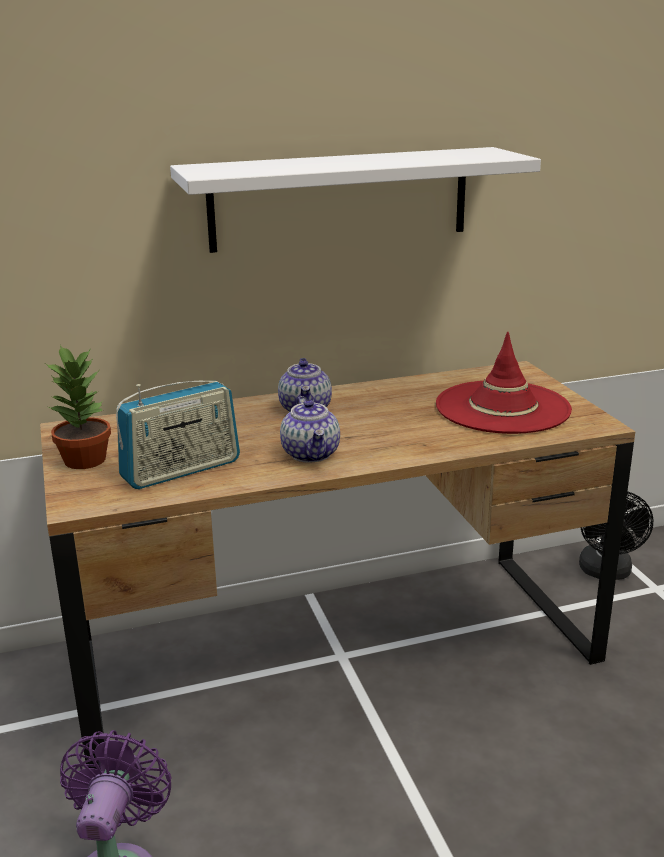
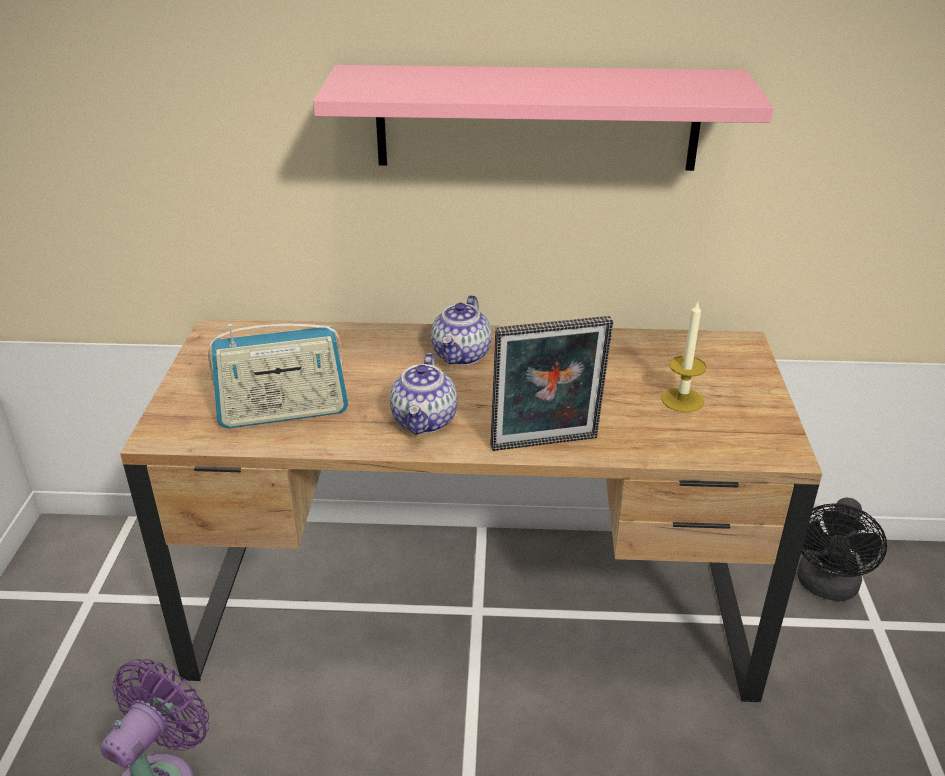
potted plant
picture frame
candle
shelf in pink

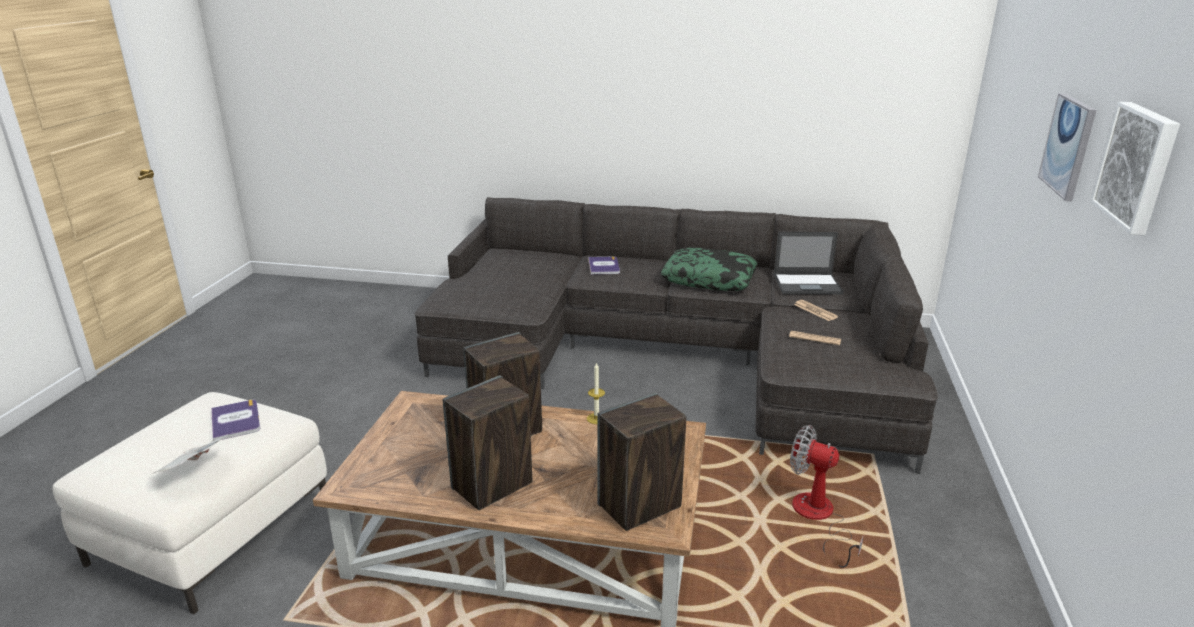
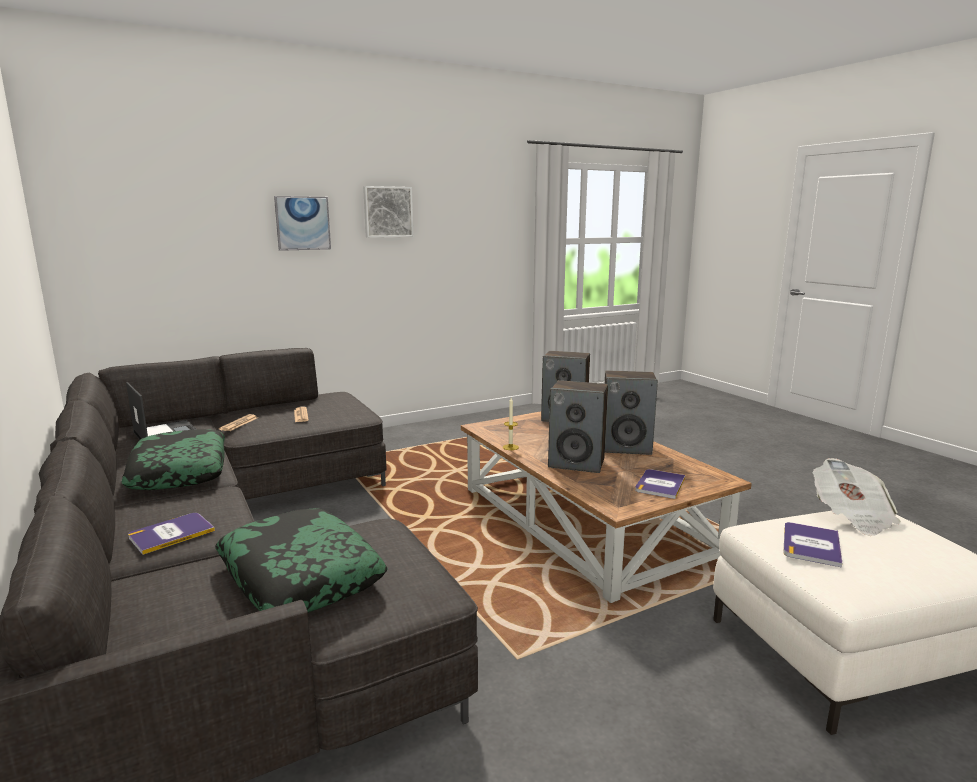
fan
pillow (2nd from left)
book (2nd from left)

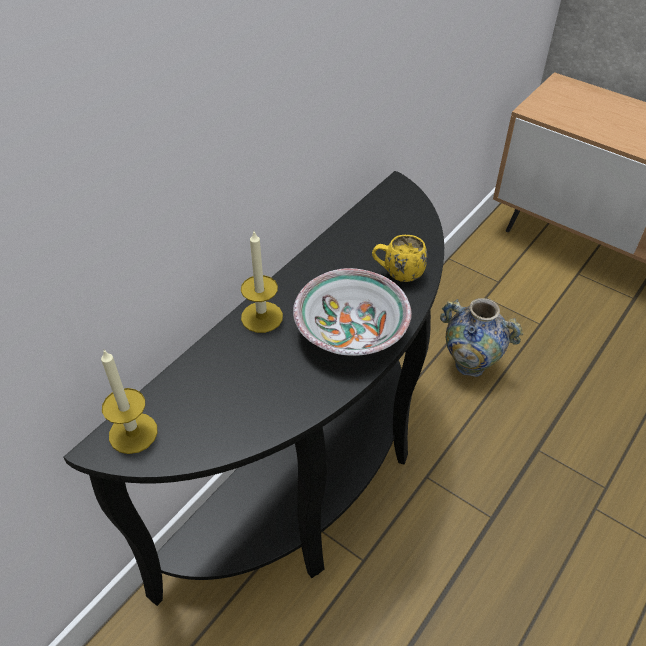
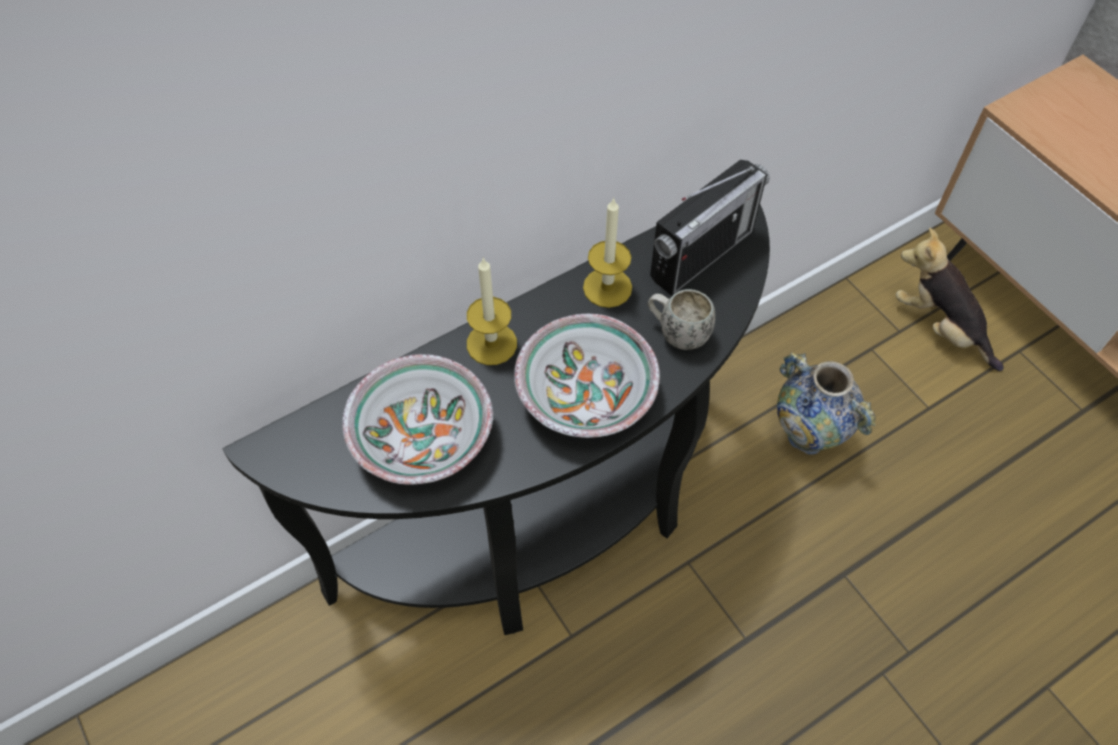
bowl (1st from left)
radio
plush toy
candle (2nd from left)
mug in white

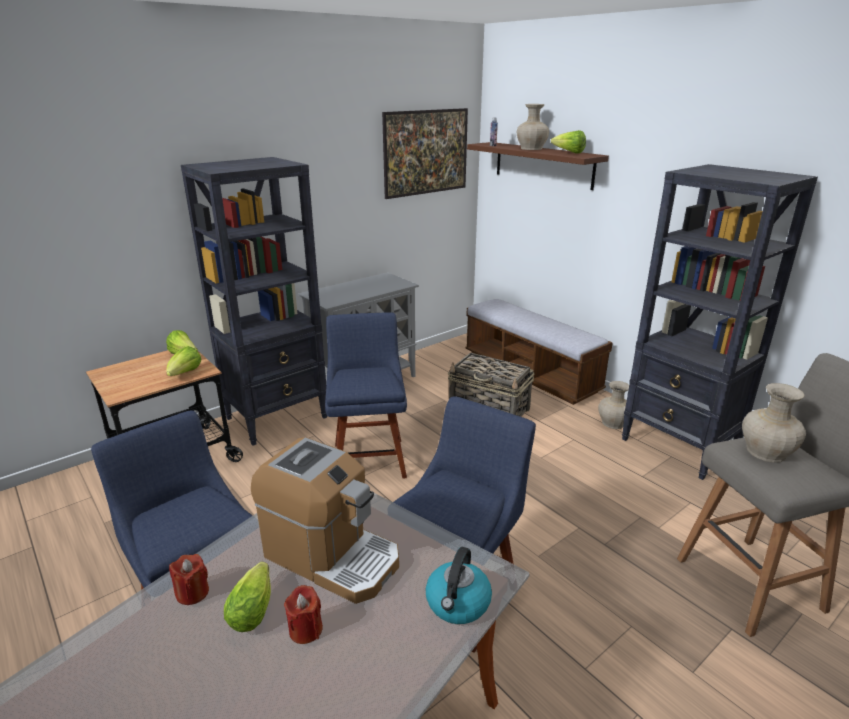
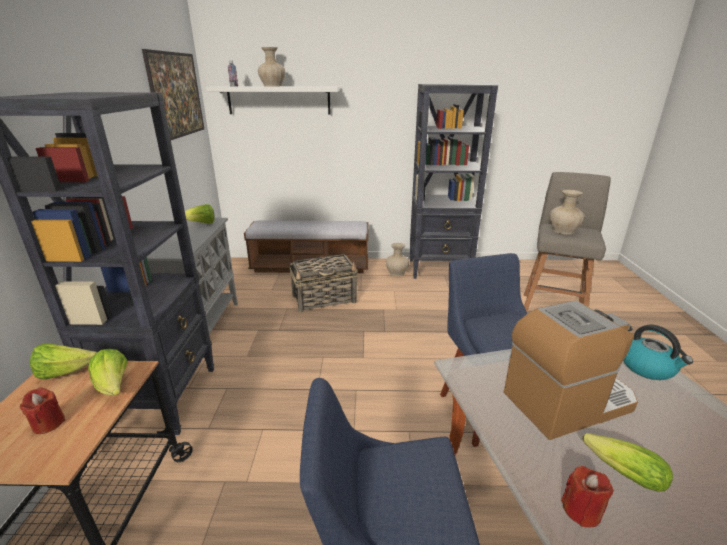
chair in blue (2nd from left in the first image)
candle in red (1st from left)
lettuce (3rd from left)
shelf in white

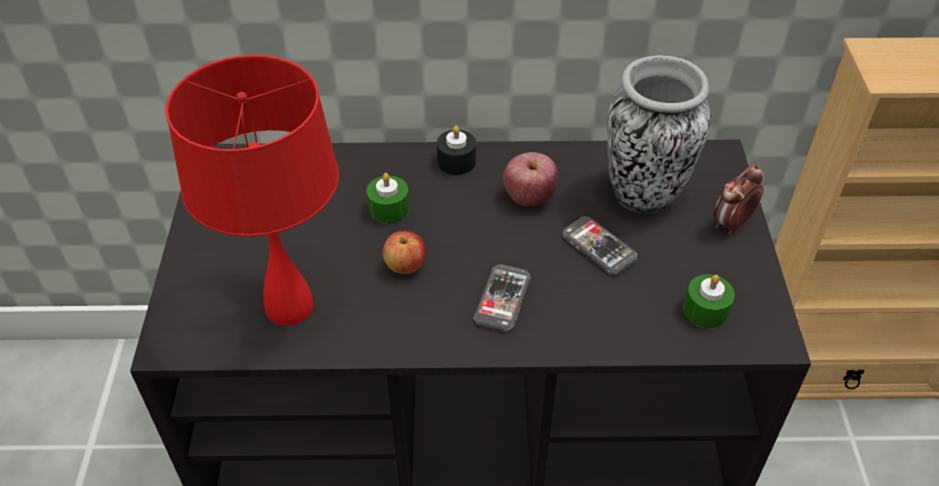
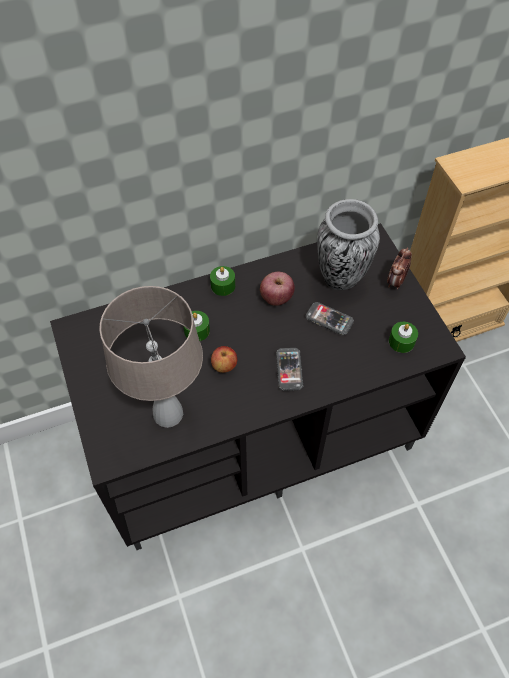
table lamp in beige
candle in green (2nd from left)

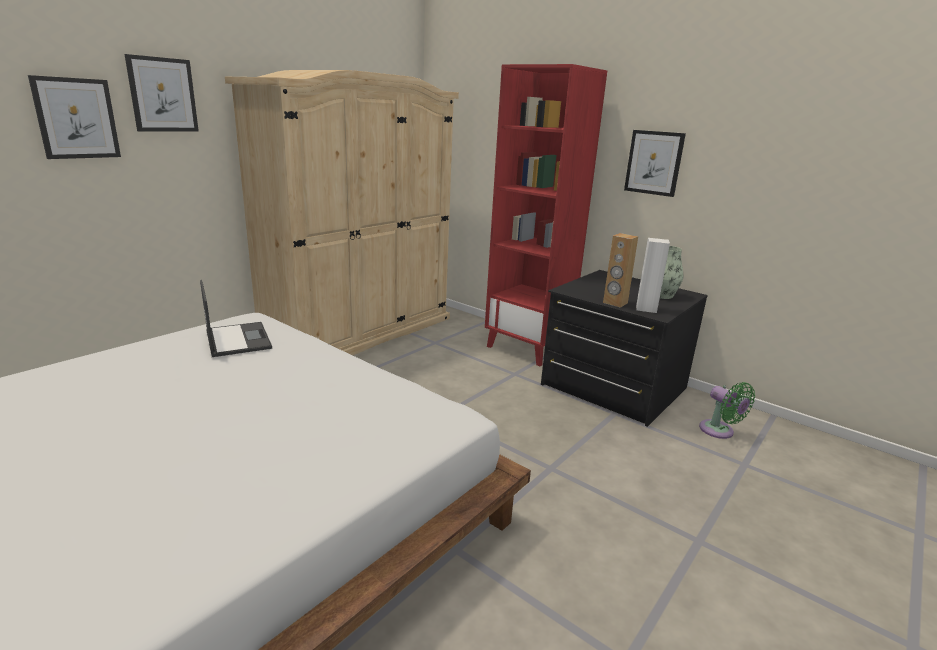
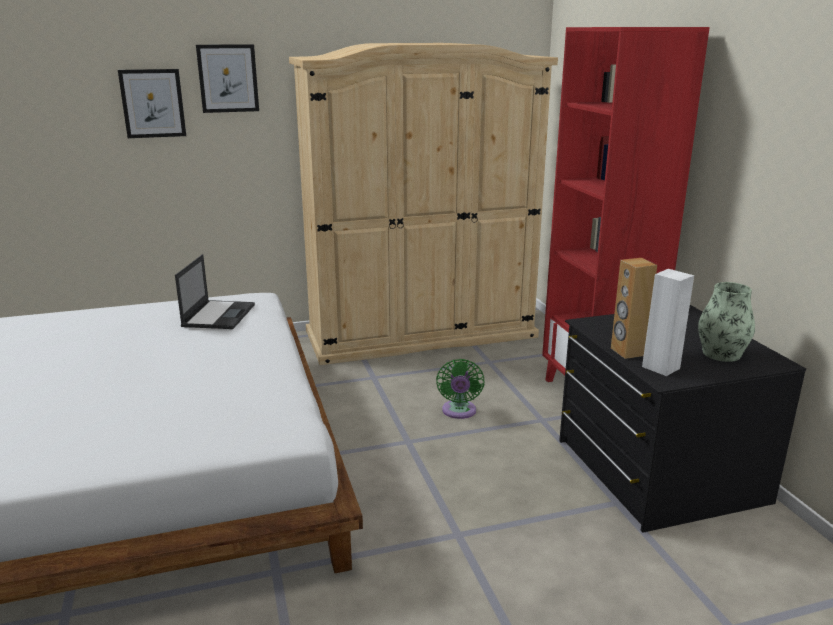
picture (3rd from left in the first image)
fan in green

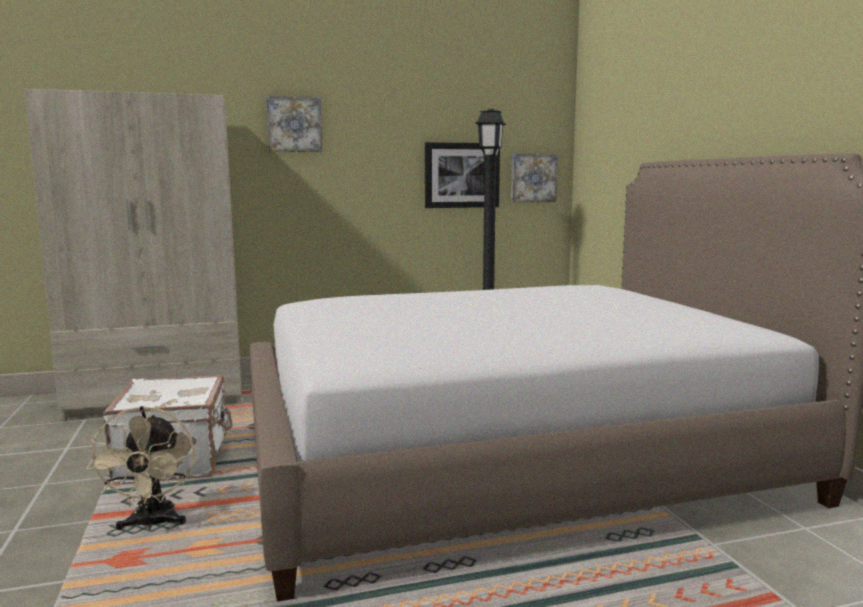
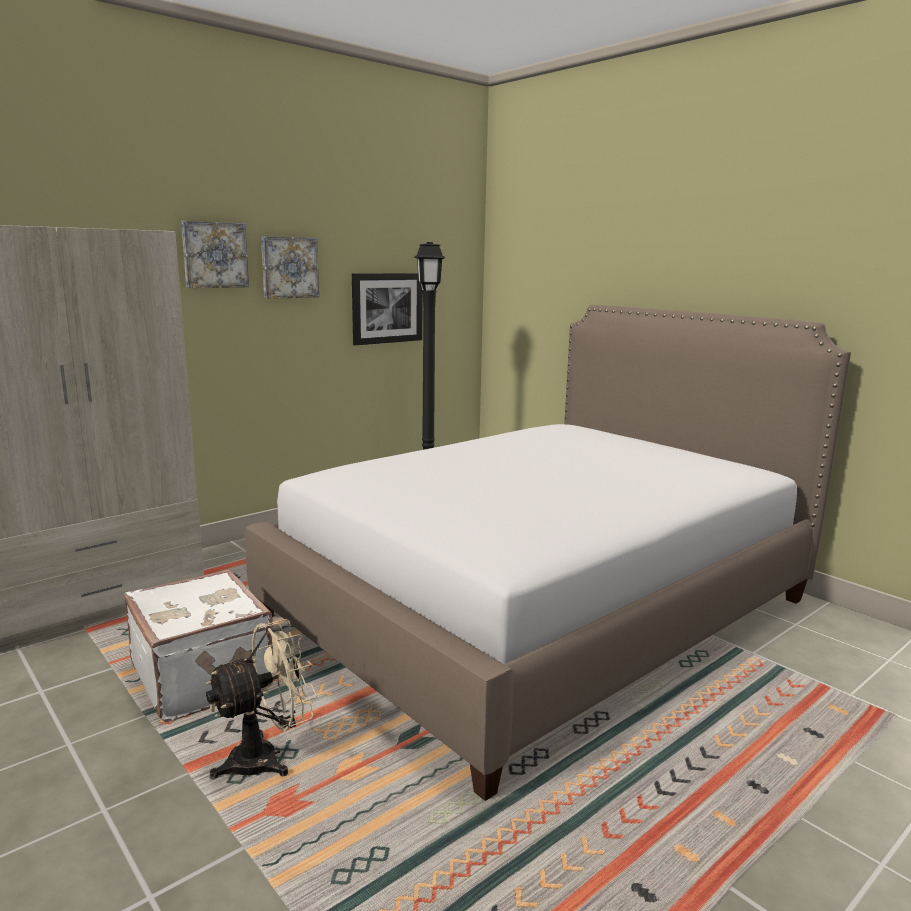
picture (2nd from left)
fan in beige

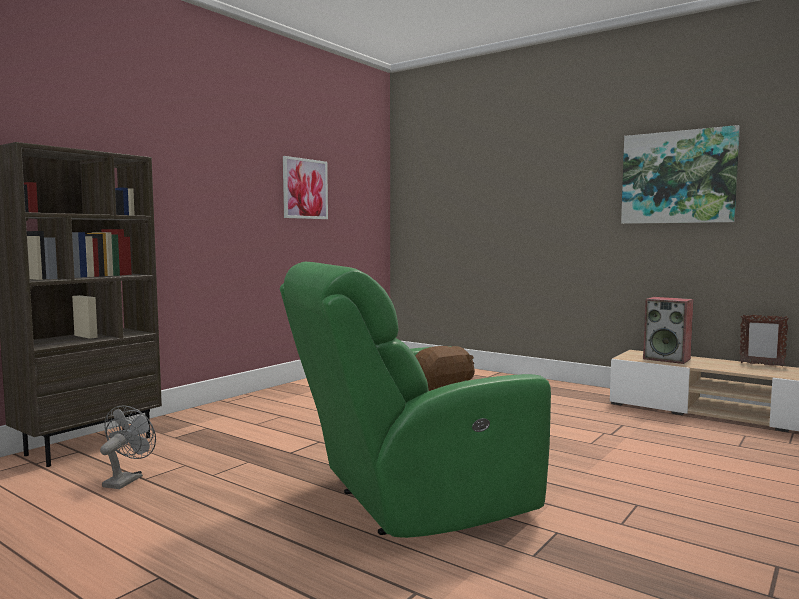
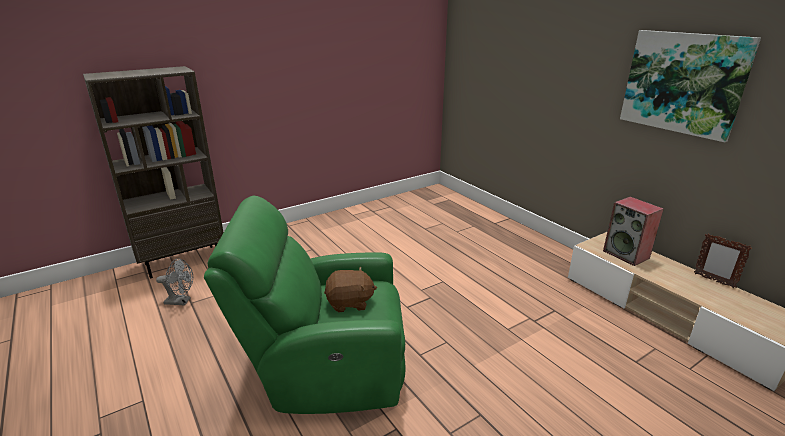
picture (1st from left in the first image)
fan in grey

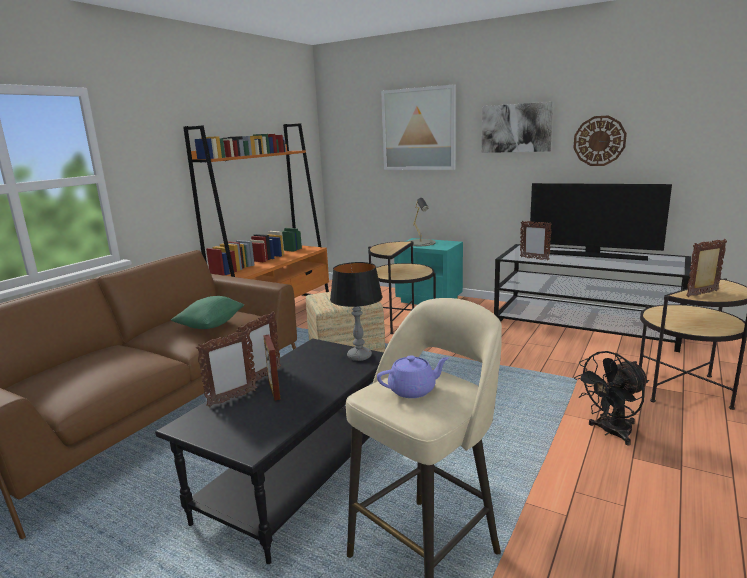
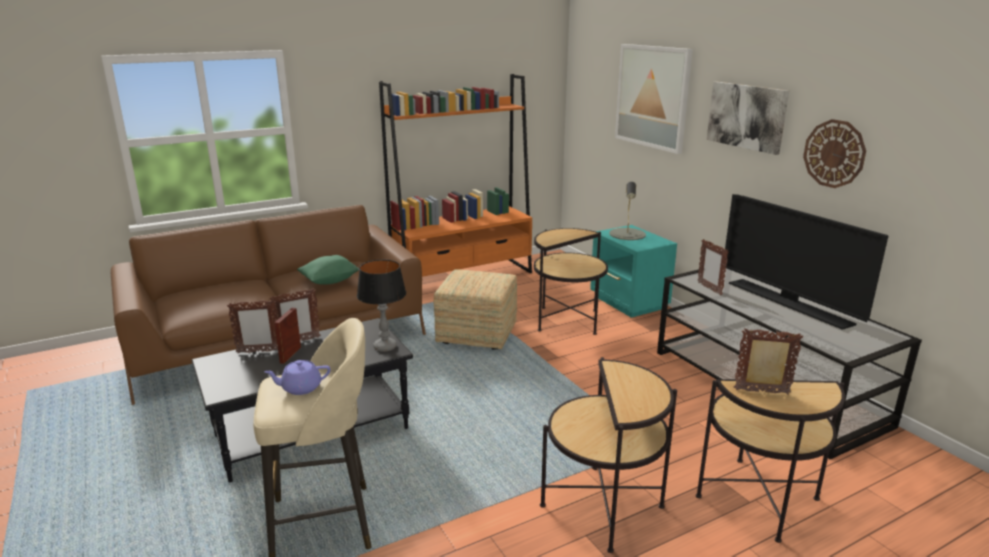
side table (2nd from left)
teapot in purple

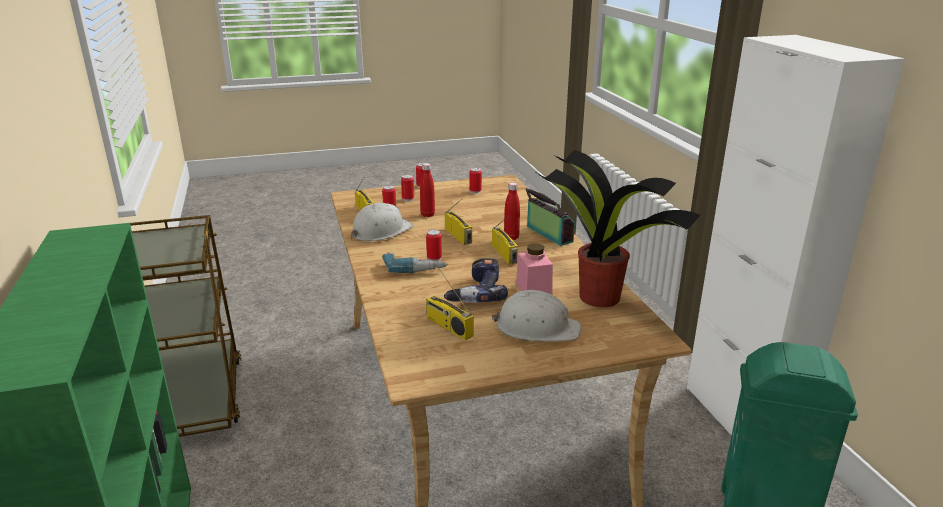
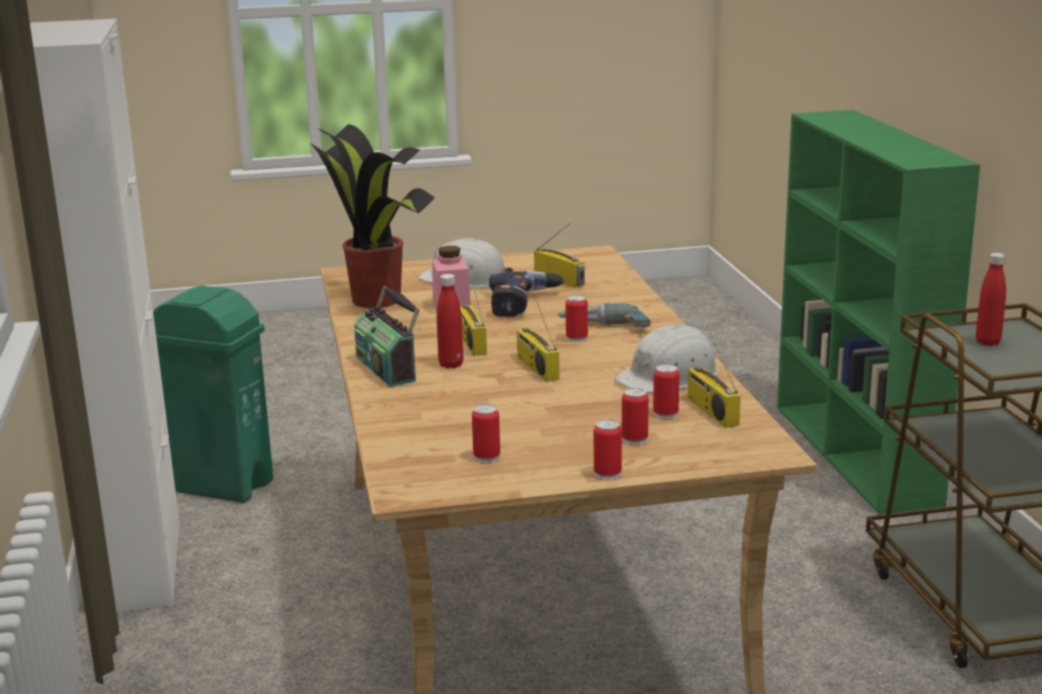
bottle in red (2nd from left)

